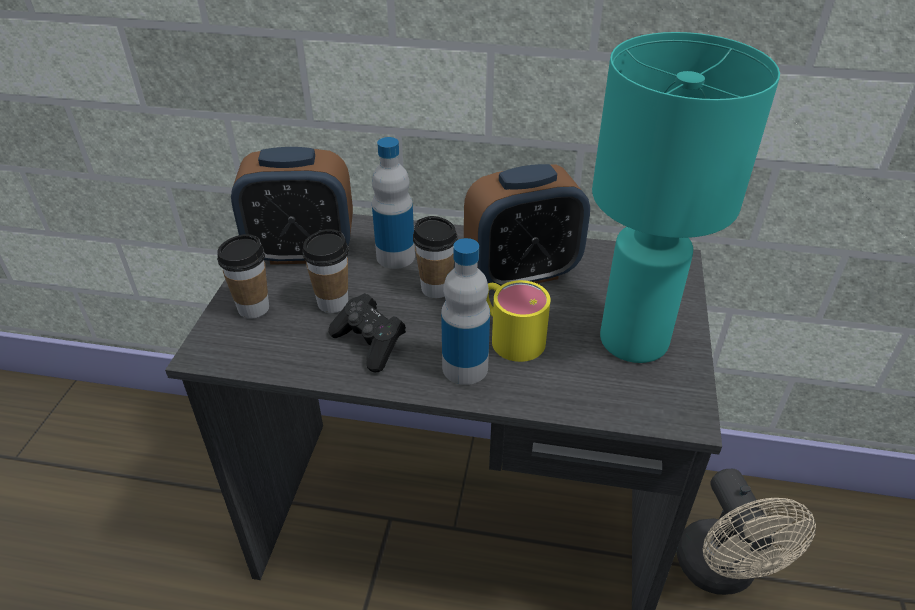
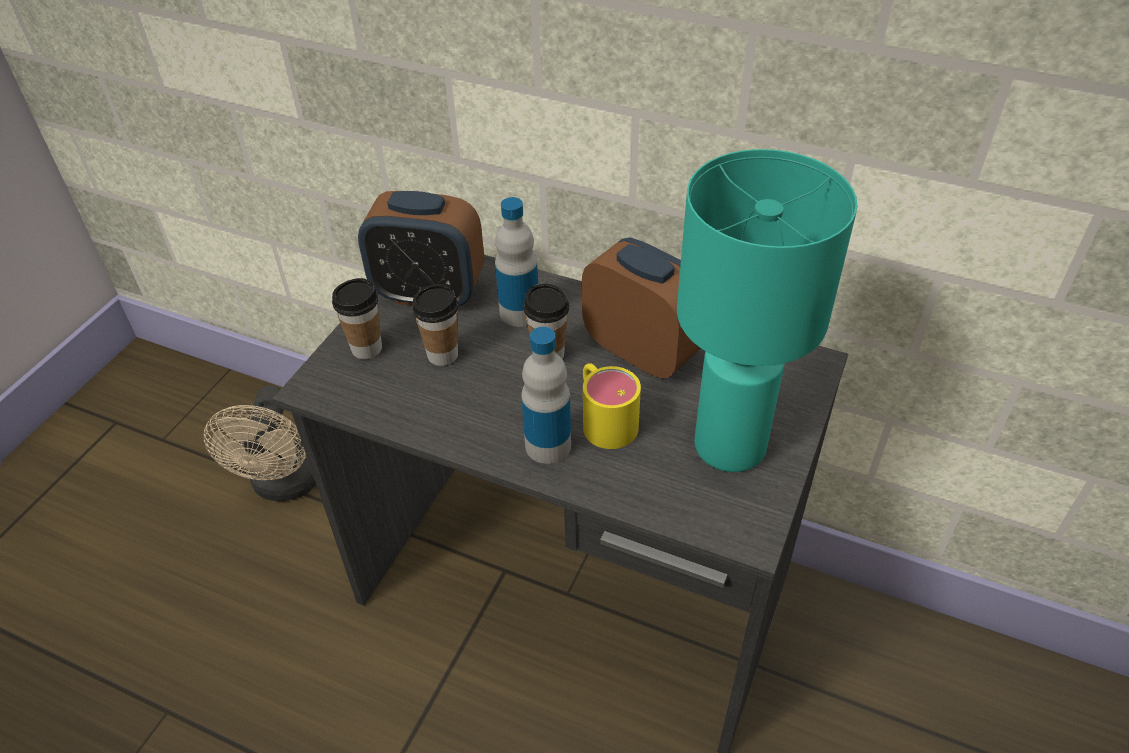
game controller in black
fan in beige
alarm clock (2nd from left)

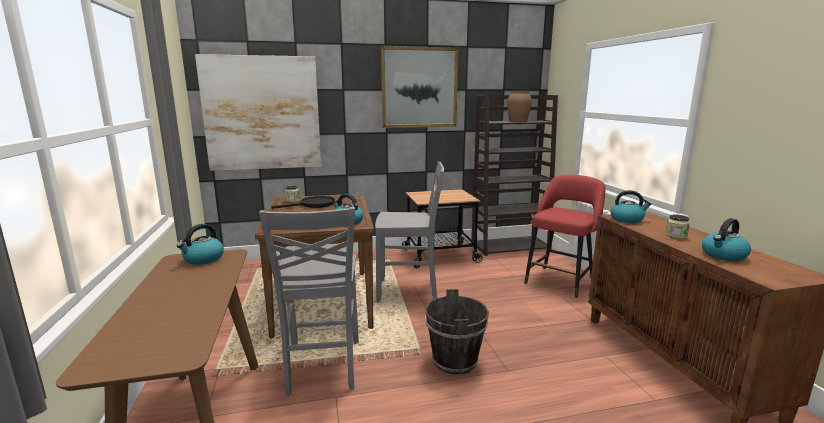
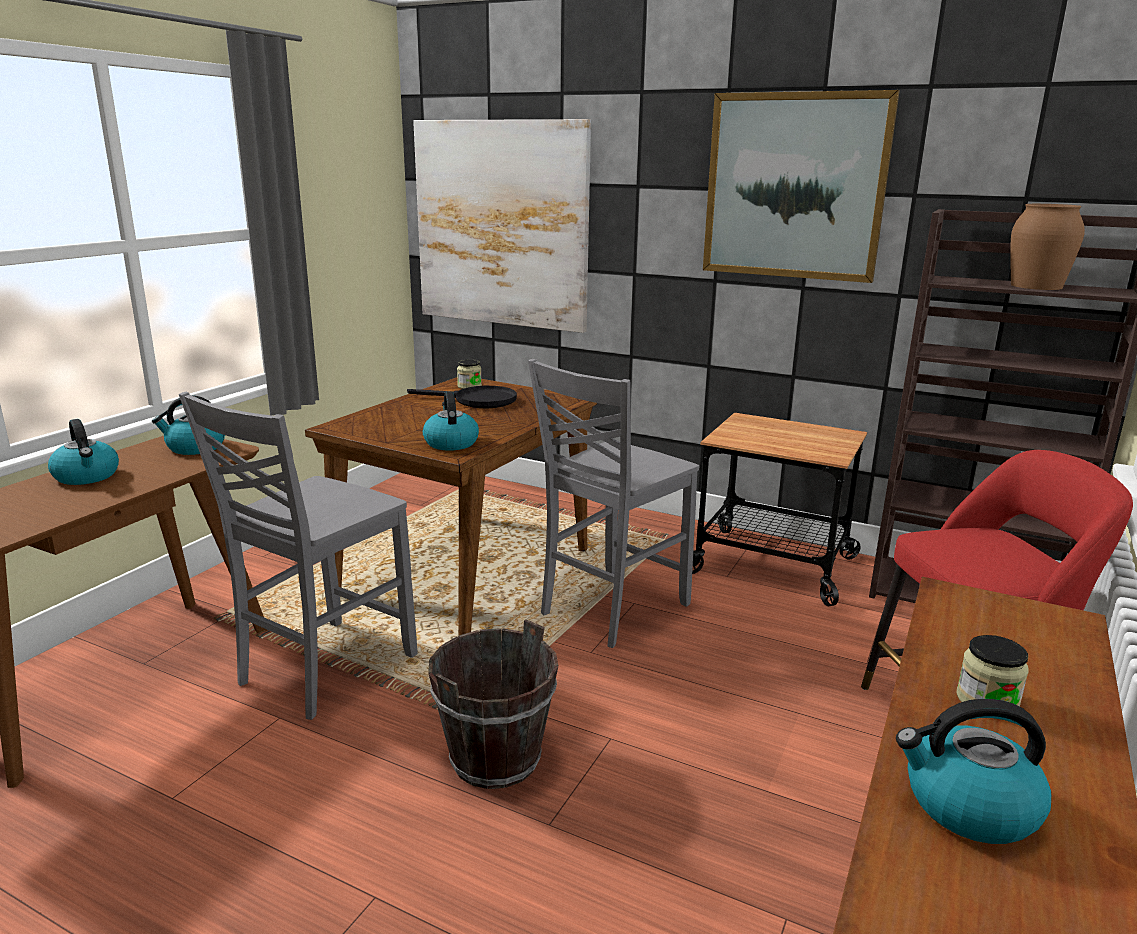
kettle (1st from left)
chair in grey (2nd from left)

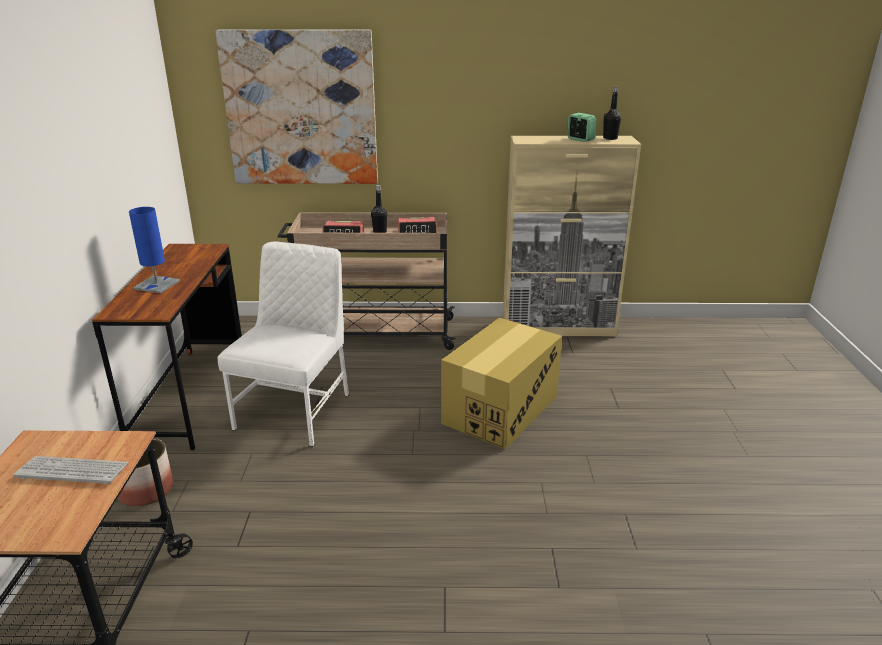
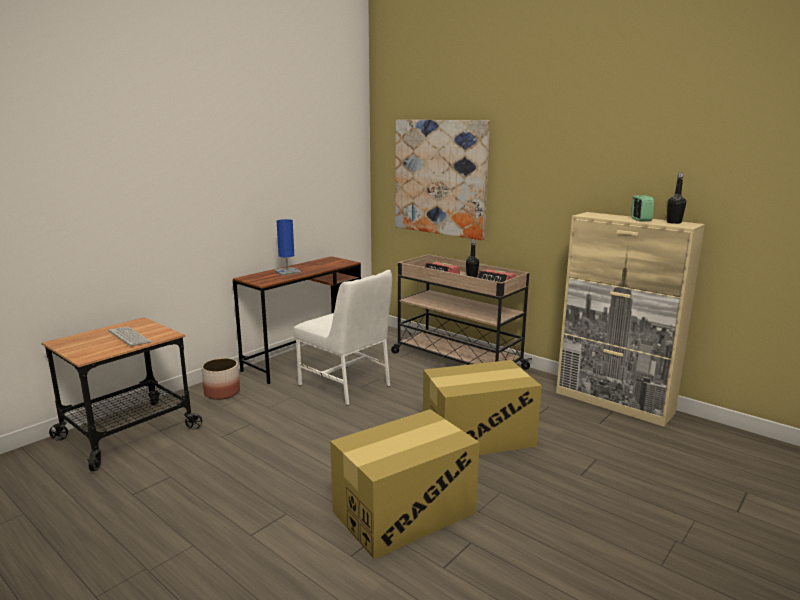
cardboard box (1st from left)
chair in white

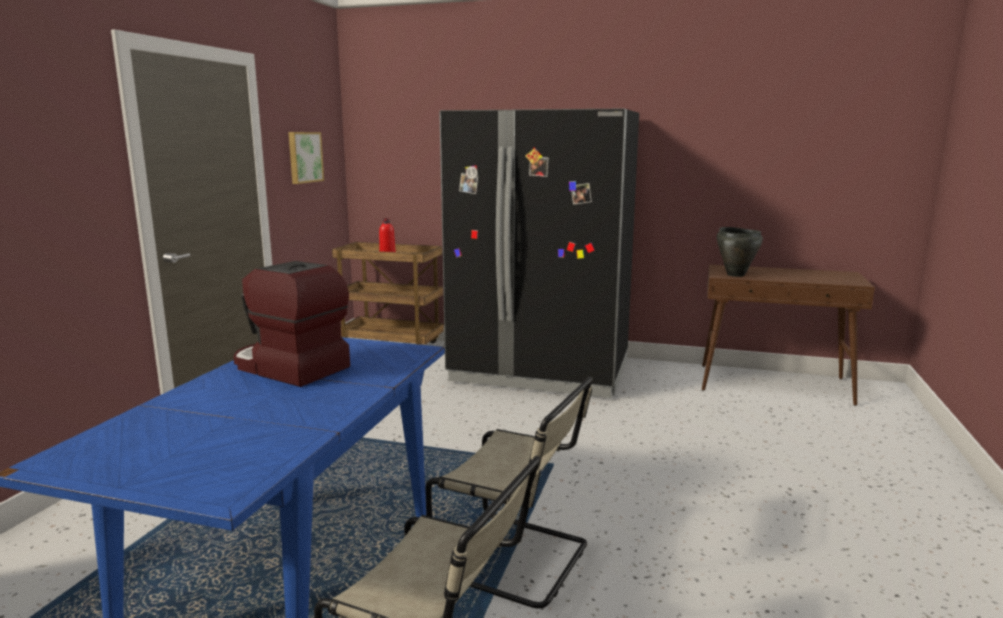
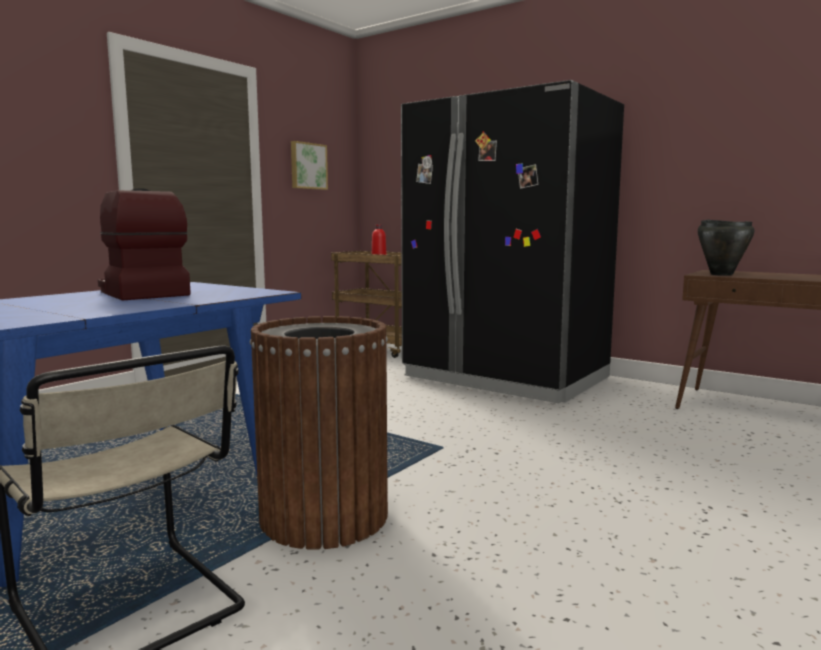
trash can in brown

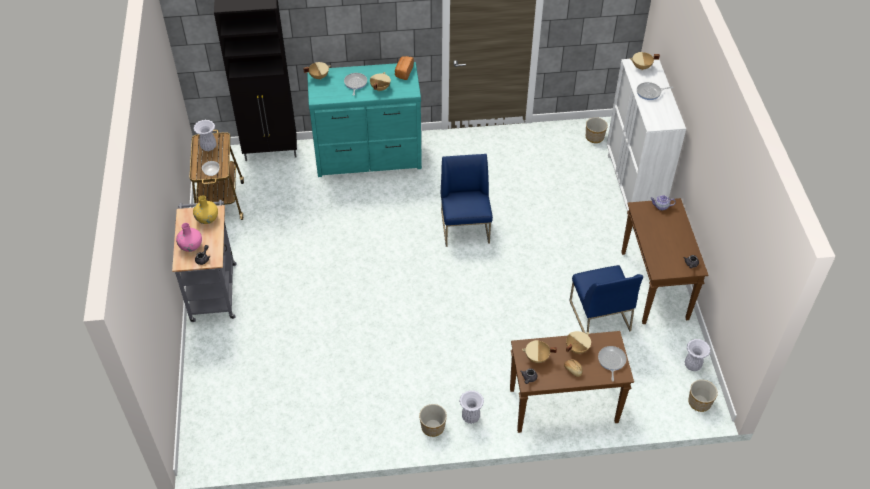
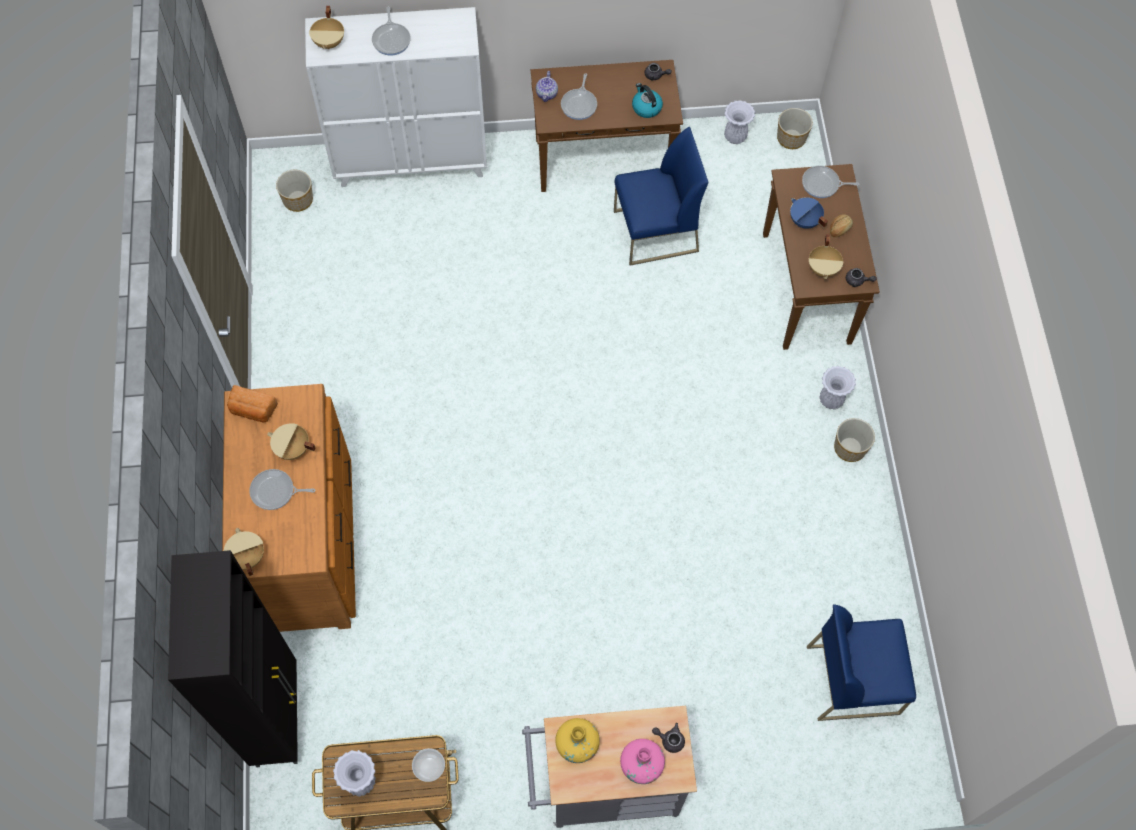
frying pan (3rd from left)
kettle
chair in blue (2nd from left)
dresser in brown
cooking pot in blue

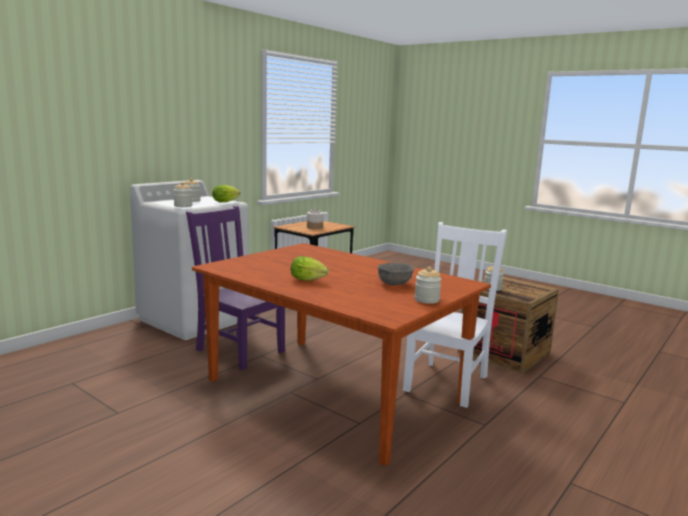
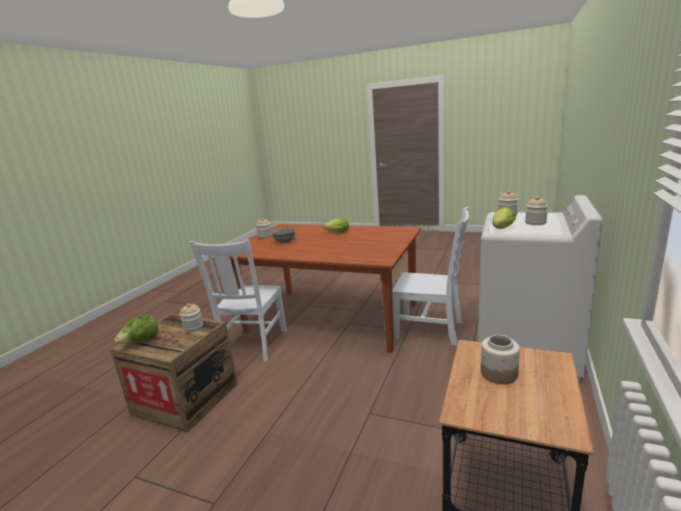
lettuce (1st from left)
chair in white (2nd from left)

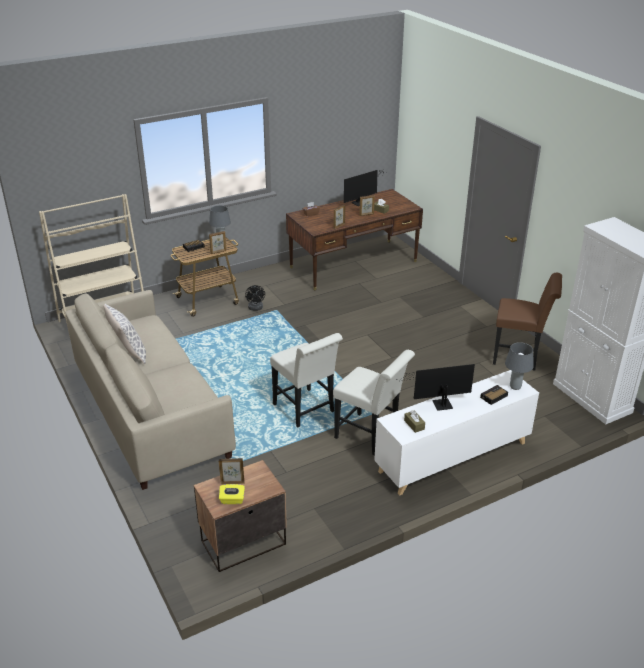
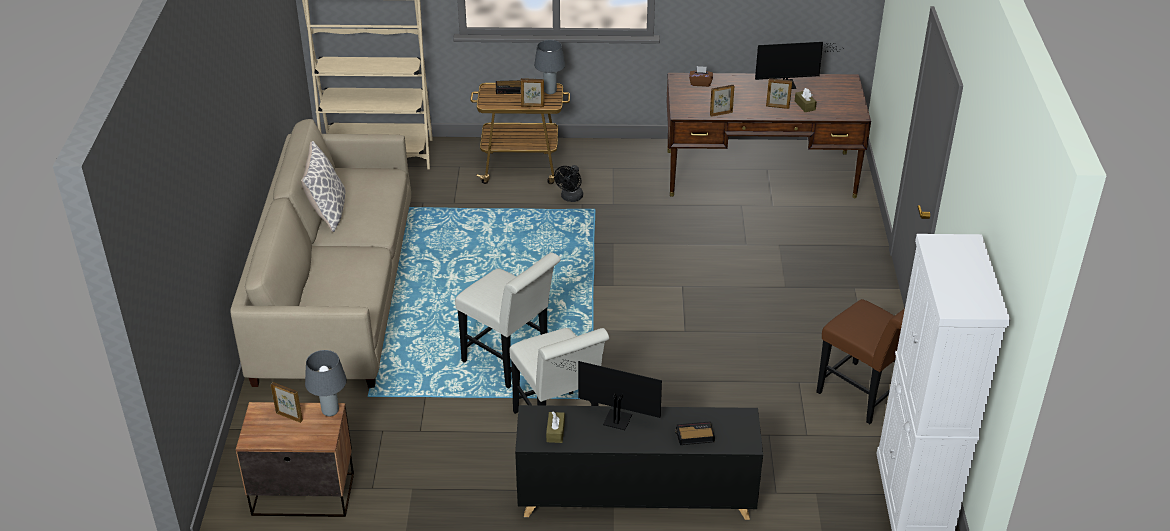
tissue box in yellow
table lamp in grey (1st from left)
cabinet in black
chair in white (1st from left)

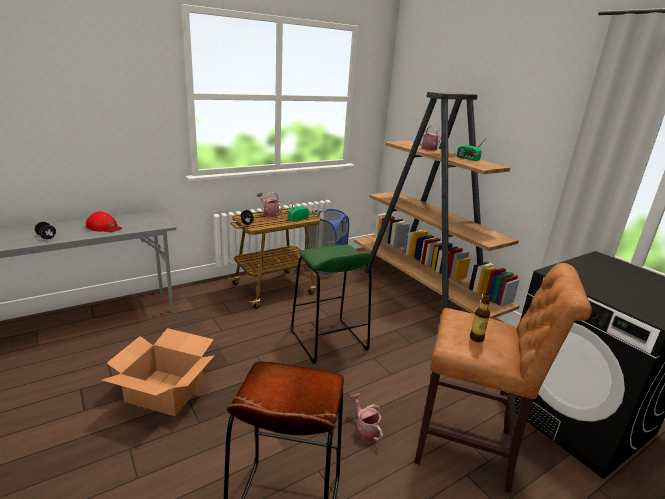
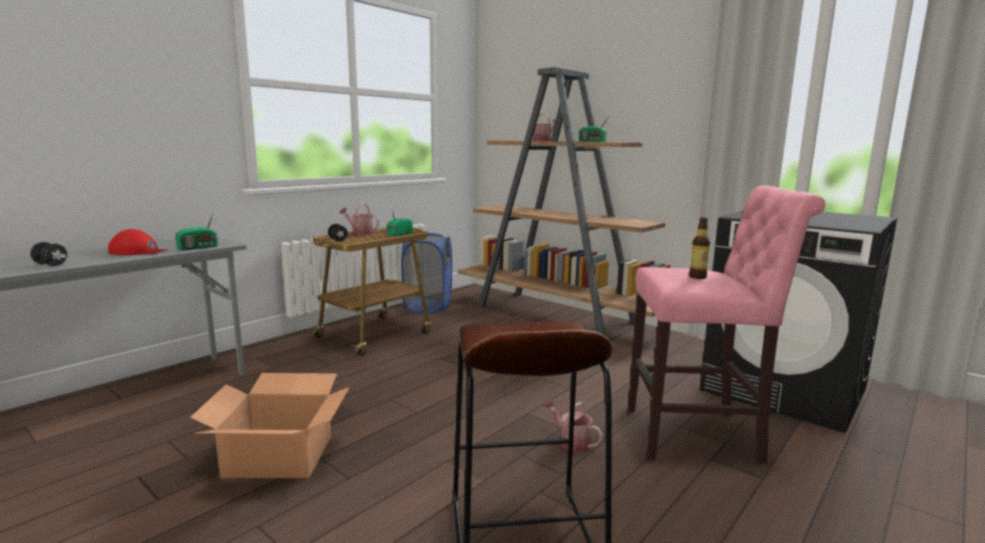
stool in green
radio (1st from left)
stool in pink

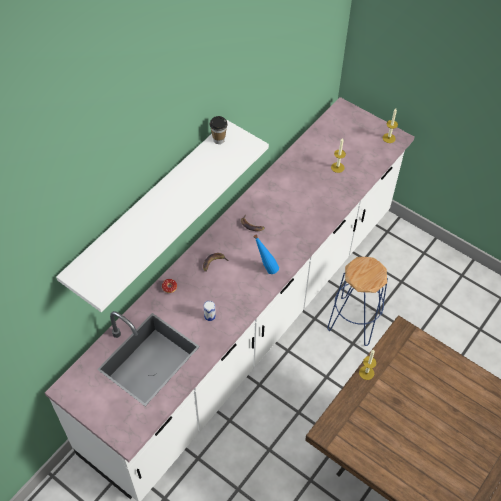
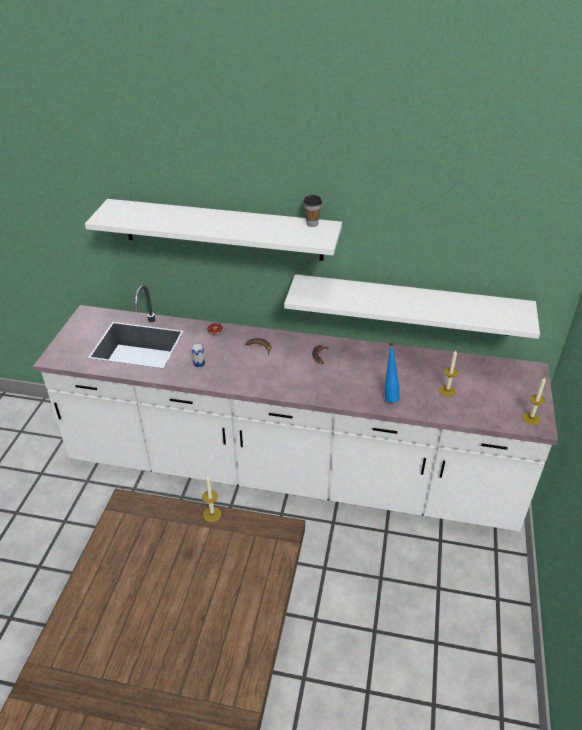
stool in blue
shelf in white (2nd from left)
bottle in blue

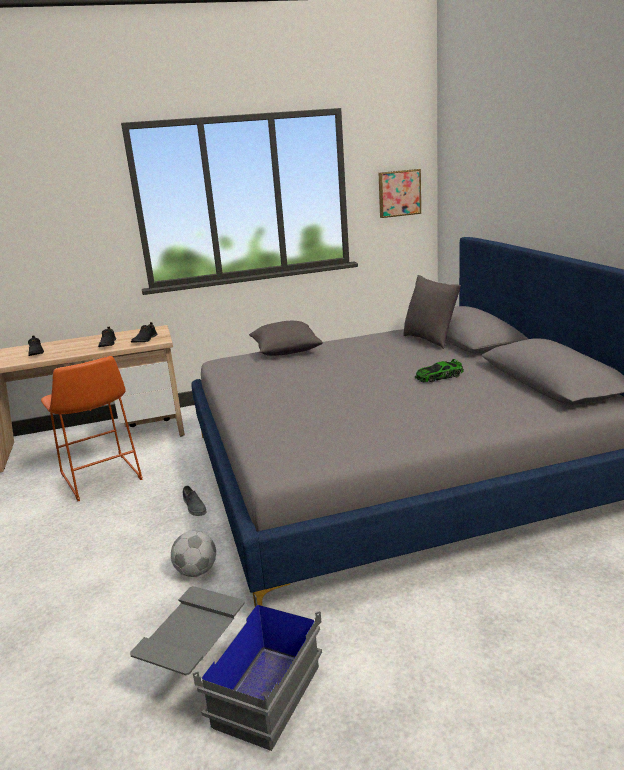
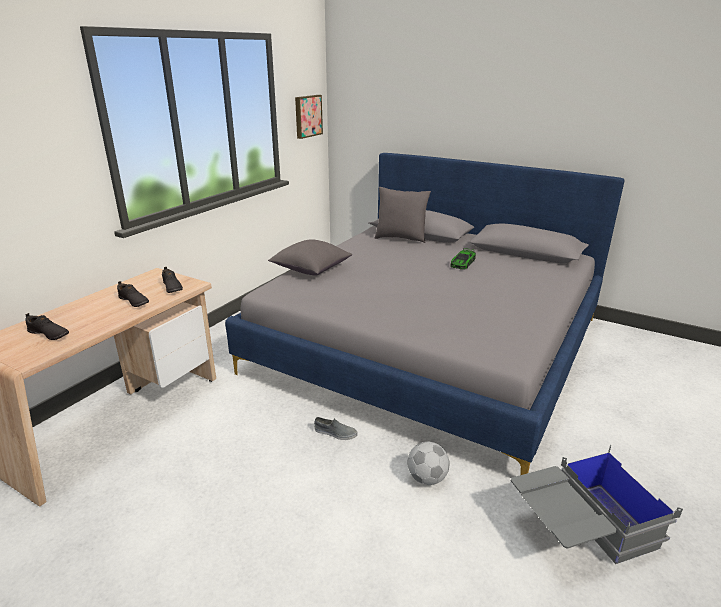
stool in orange

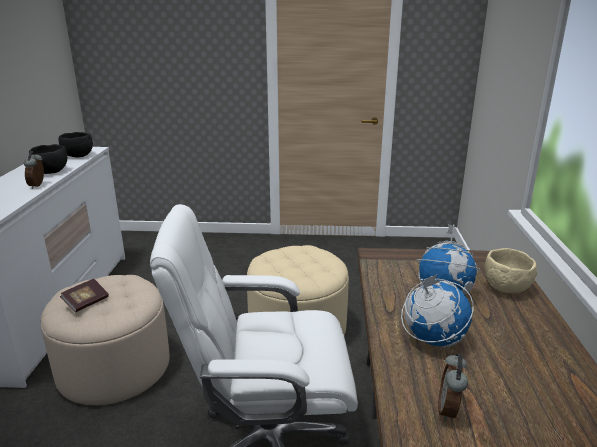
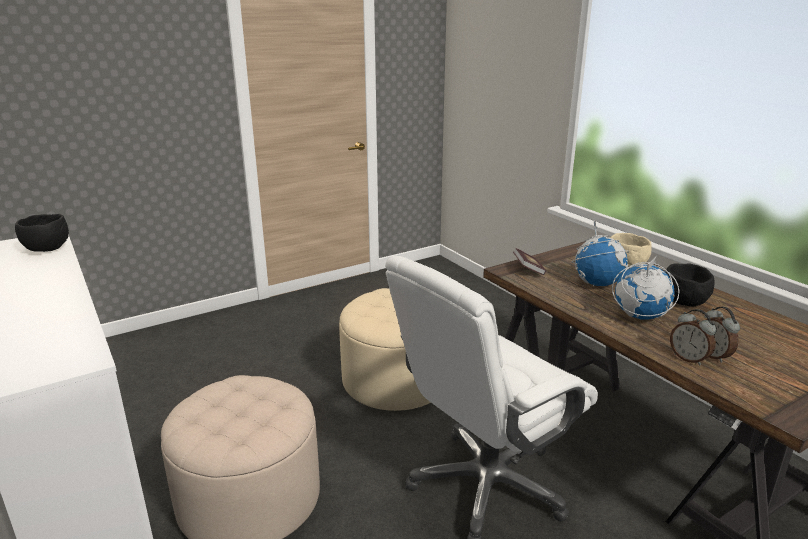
alarm clock (1st from left)
bowl in black (2nd from left)
book

